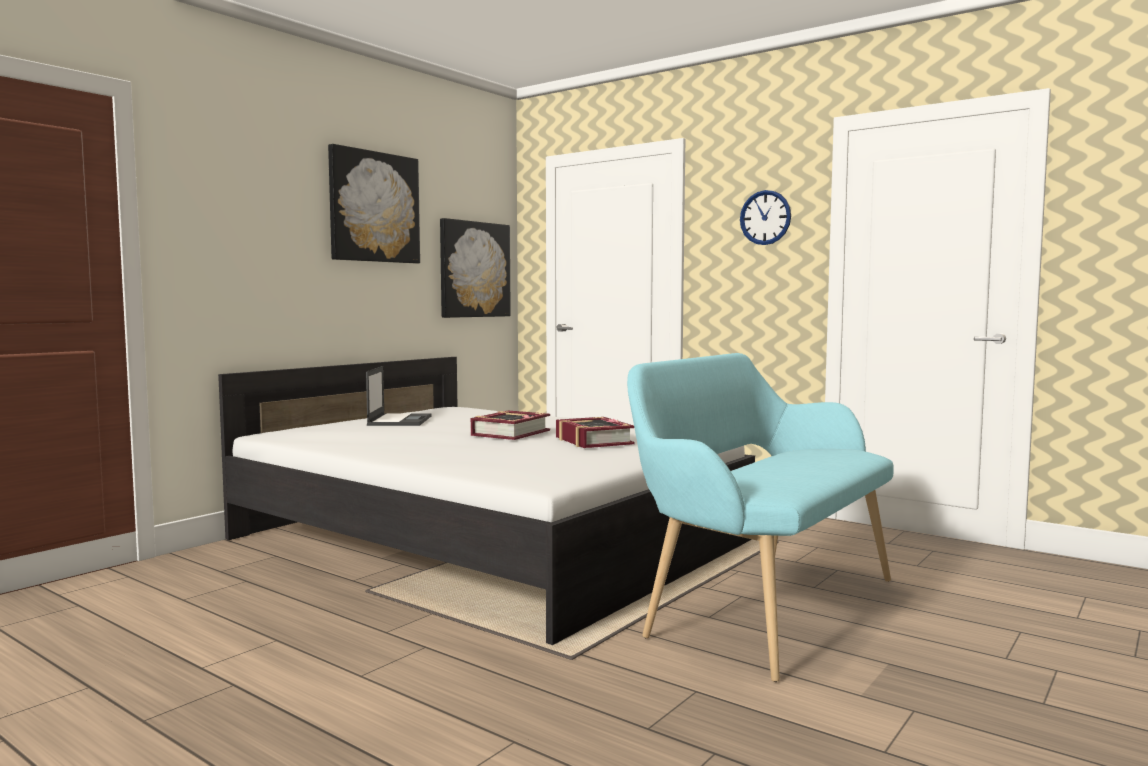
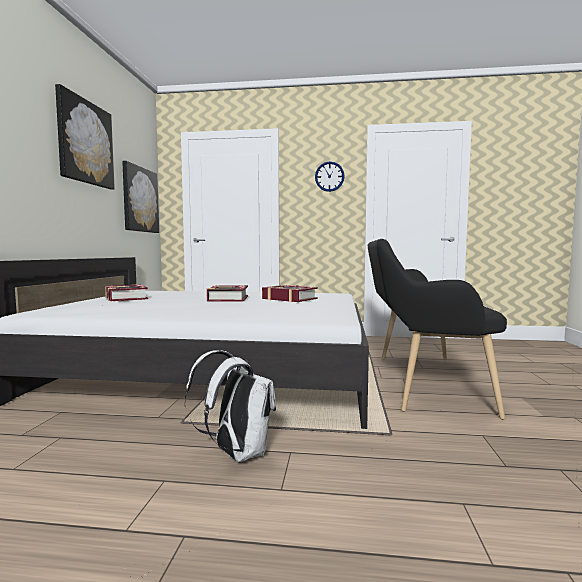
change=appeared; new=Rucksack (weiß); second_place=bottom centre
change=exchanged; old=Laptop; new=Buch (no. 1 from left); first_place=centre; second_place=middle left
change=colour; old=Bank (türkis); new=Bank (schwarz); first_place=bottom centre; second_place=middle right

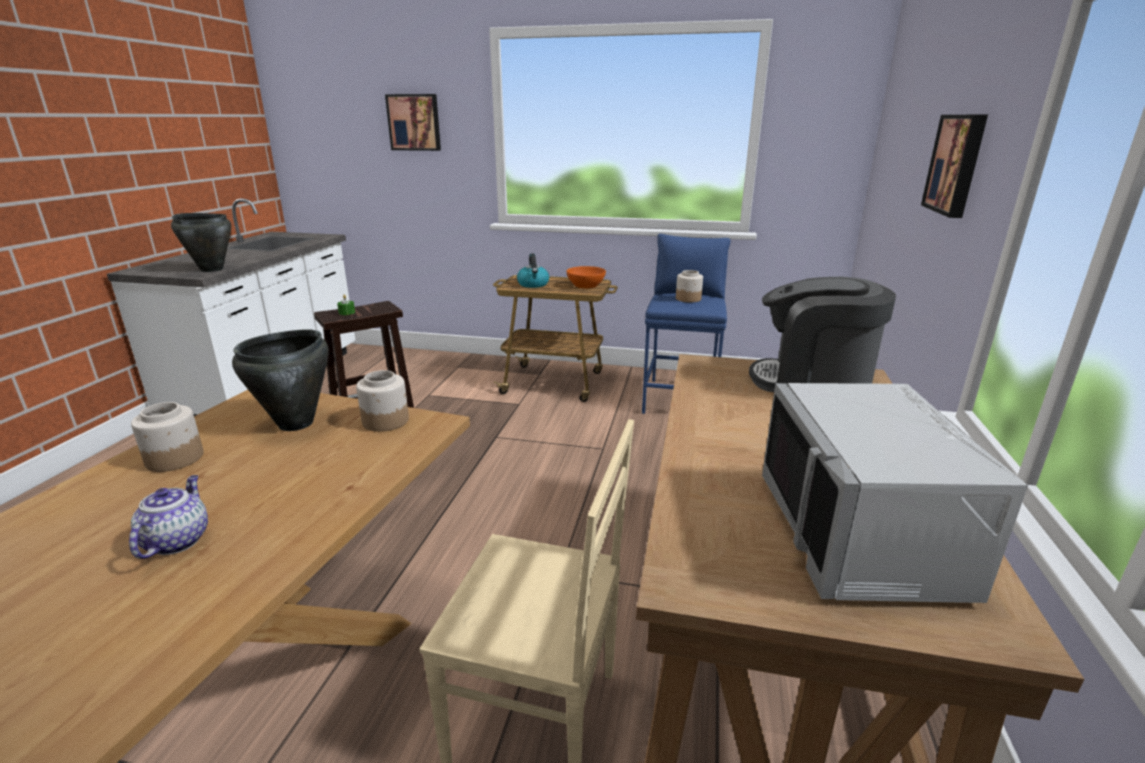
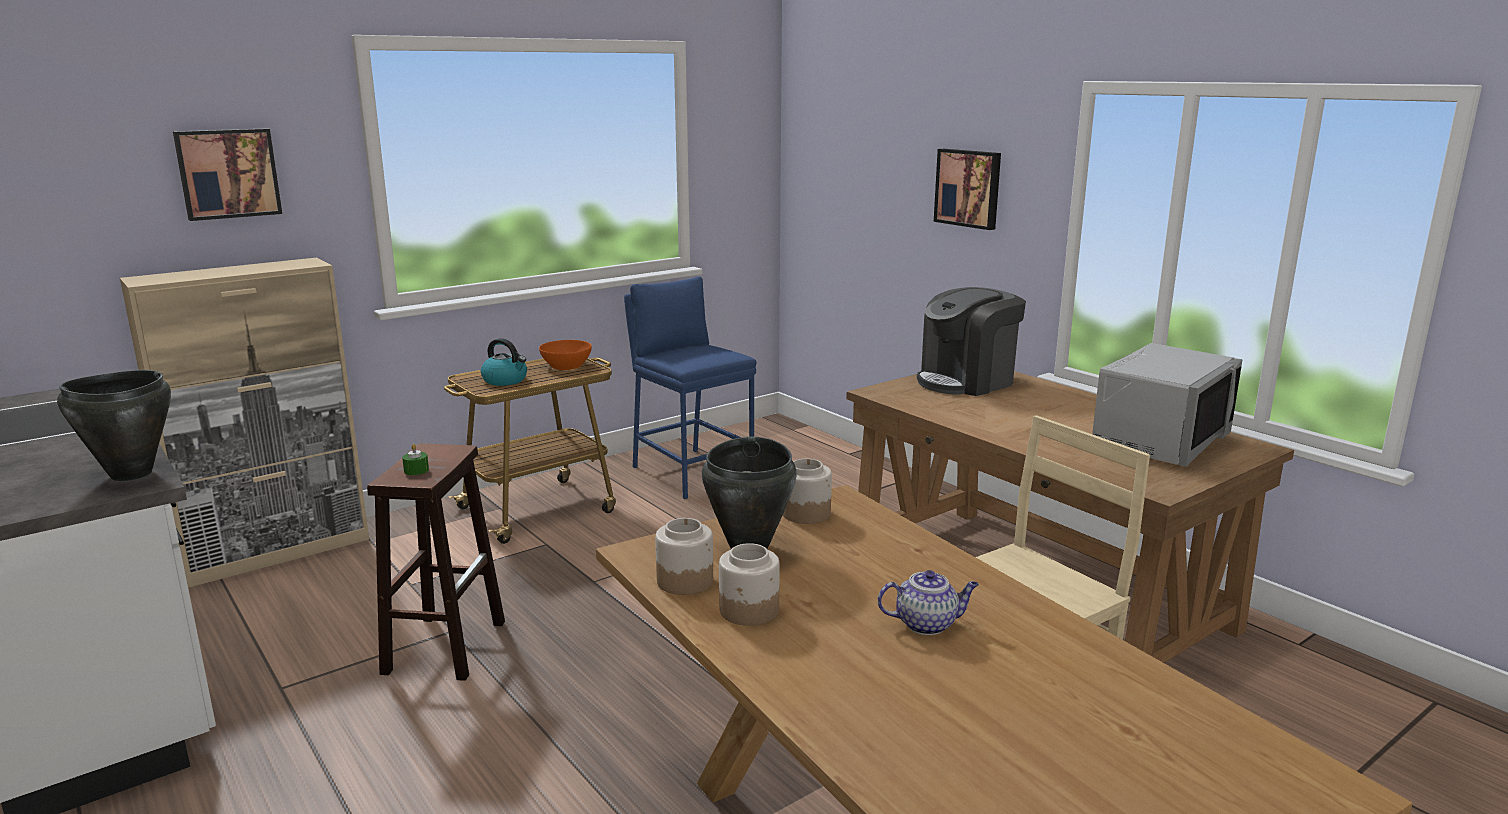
change=appeared; new=Schrank (beige); second_place=middle left
change=relocated; old=Vorratsglas (no. 3 from left in the first image); new=Vorratsglas (no. 1 from left); first_place=centre; second_place=bottom centre
change=spun; old=Teekanne; first_place=bottom left; second_place=bottom centre; degrees=135
change=spun; old=Mikrowelle (grau); first_place=middle right; second_place=middle right; degrees=-90

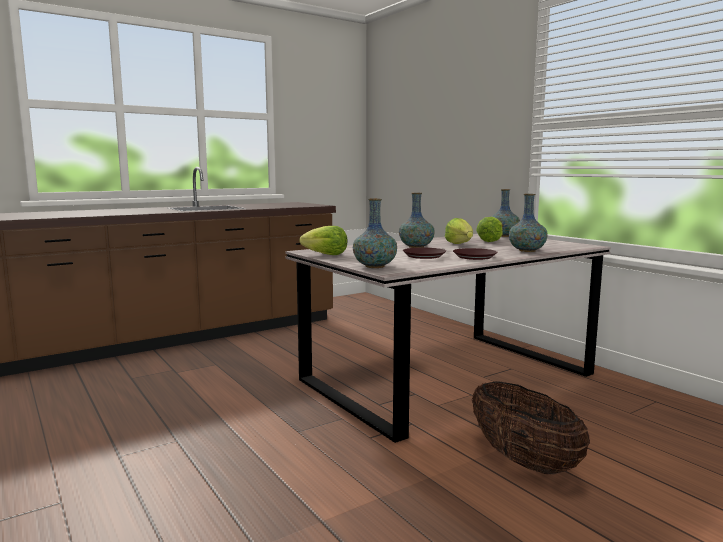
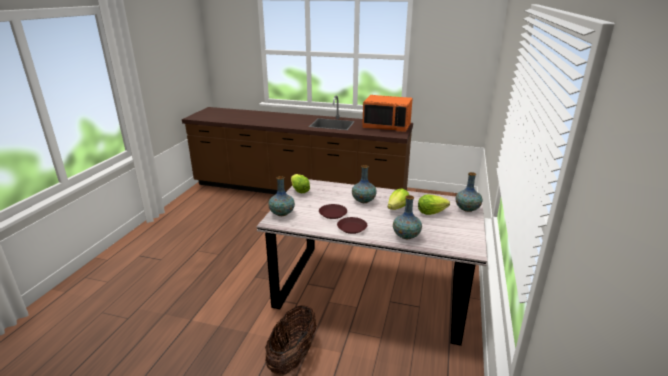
change=appeared; new=Mikrowelle (orange); second_place=top centre

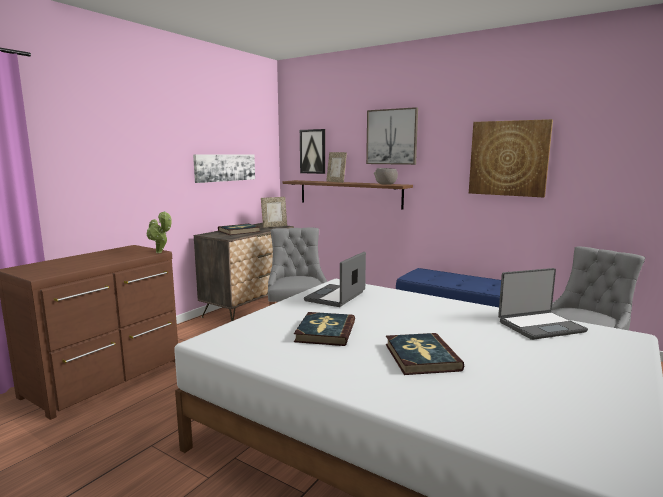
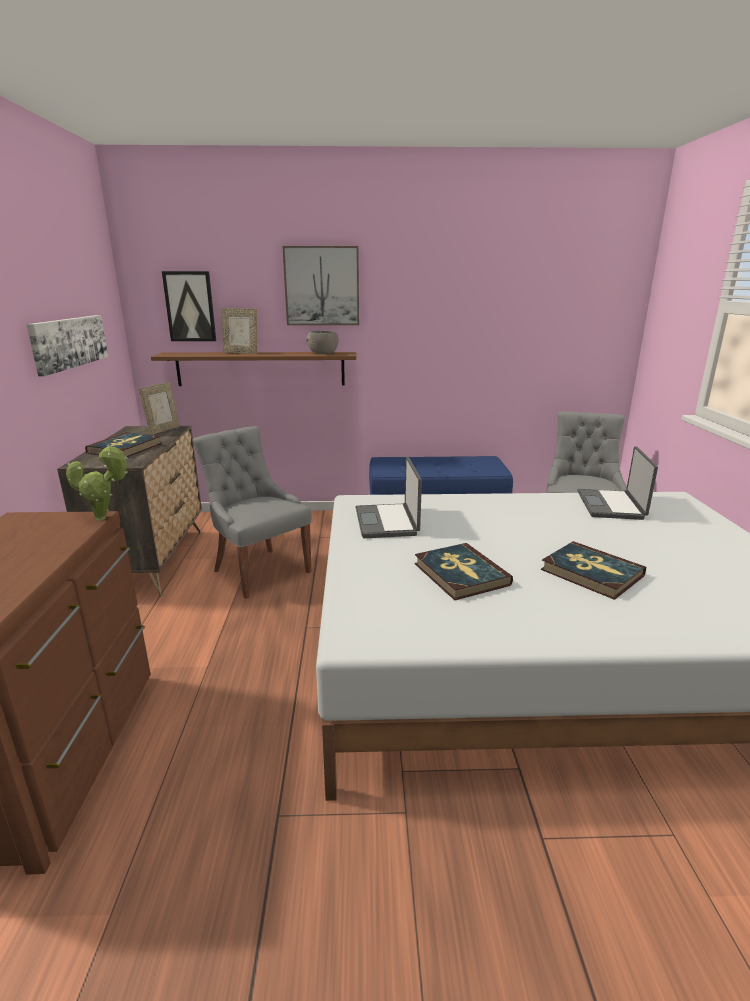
change=missing; old=Bild (no. 4 from left); first_place=top right
change=spun; old=Laptop (no. 2 from left); first_place=middle right; second_place=middle right; degrees=150

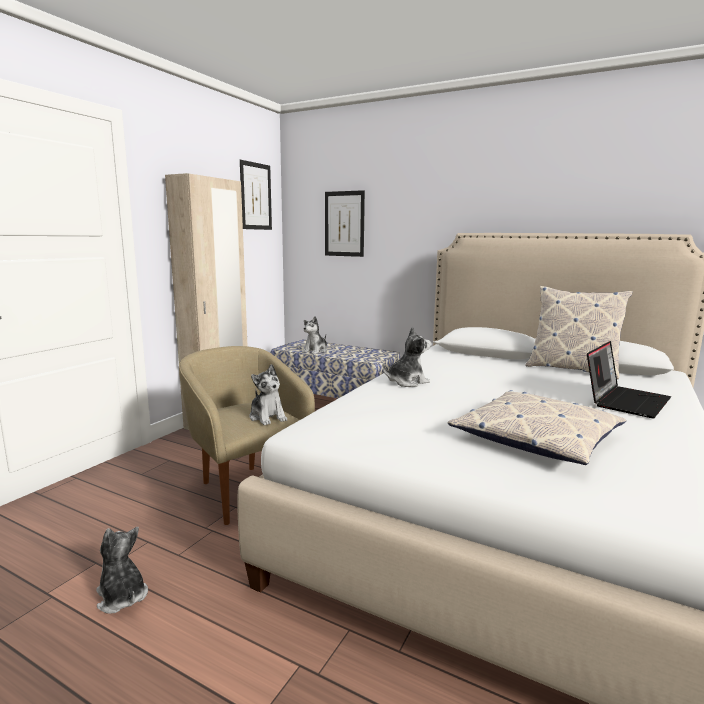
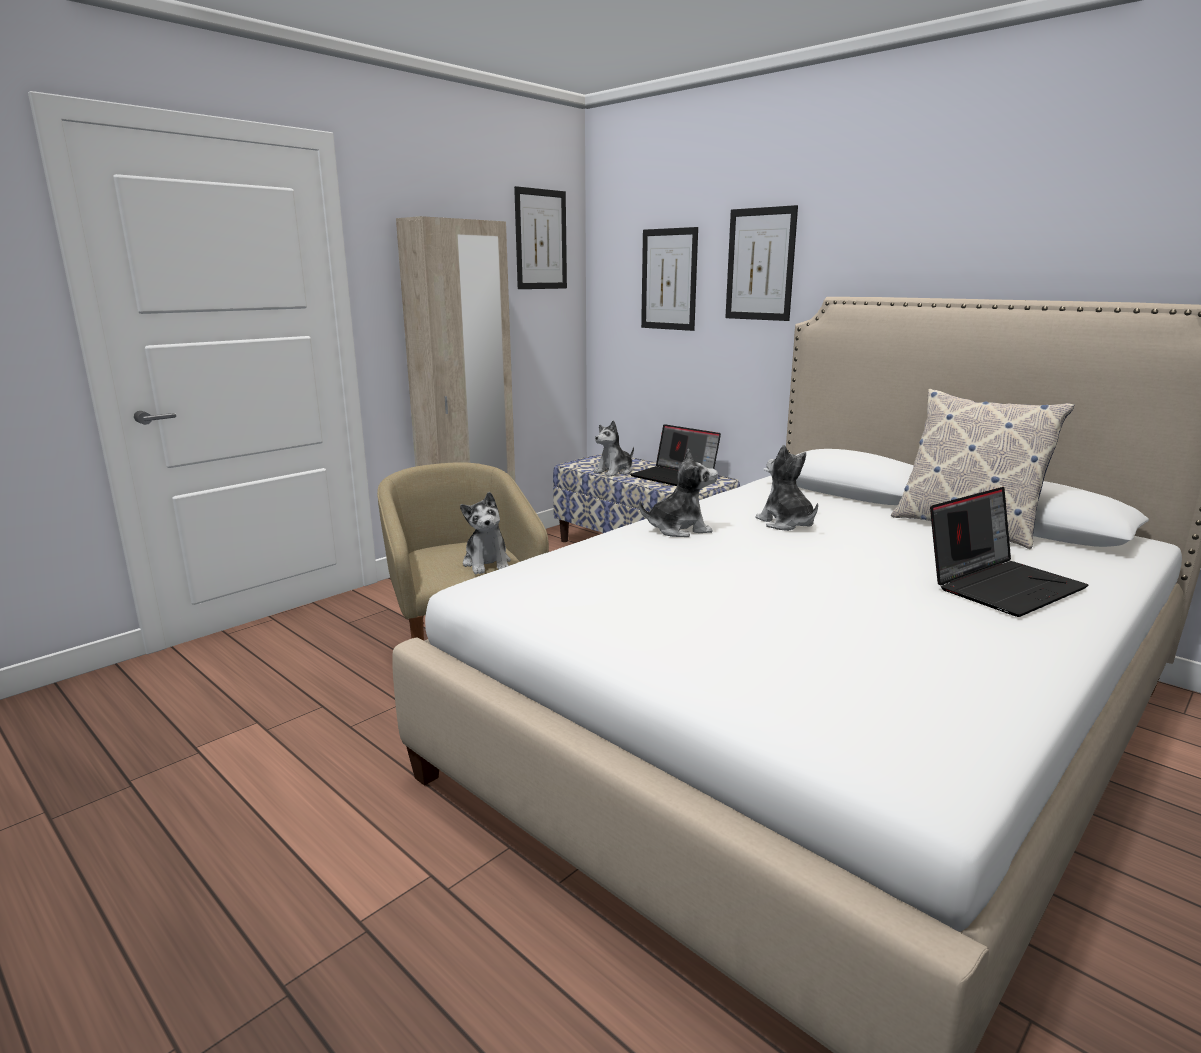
change=missing; old=Kissen (no. 1 from left); first_place=middle right
change=appeared; new=Laptop (no. 1 from left); second_place=centre
change=appeared; new=Bild (no. 3 from left); second_place=top centre
change=relocated; old=Plüschtier (no. 1 from left in the first image); new=Plüschtier (no. 4 from left); first_place=bottom left; second_place=centre

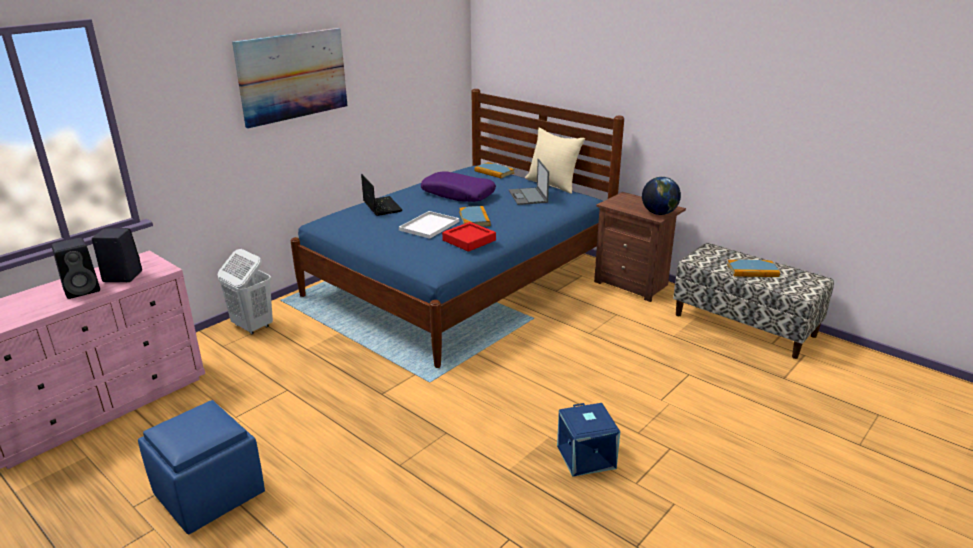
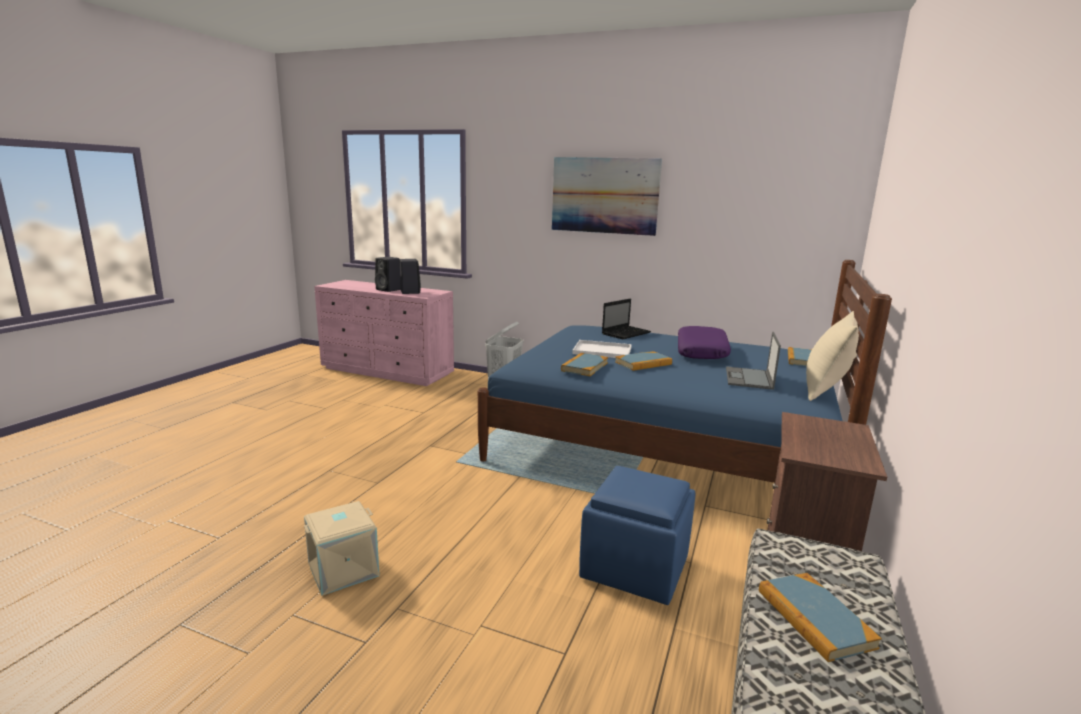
change=missing; old=Globus; first_place=middle right
change=relocated; old=Polsterhocker (blau); first_place=bottom left; second_place=bottom centre
change=exchanged; old=Tablett (rot); new=Buch (no. 1 from left); first_place=centre; second_place=centre
change=colour; old=Aufbewahrungsbox (blau); new=Aufbewahrungsbox (beige); first_place=bottom centre; second_place=bottom left
change=spun; old=Laptop (no. 2 from left); first_place=top centre; second_place=middle right; degrees=-45

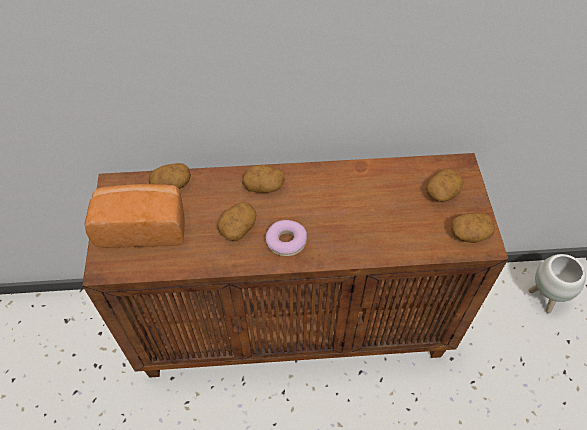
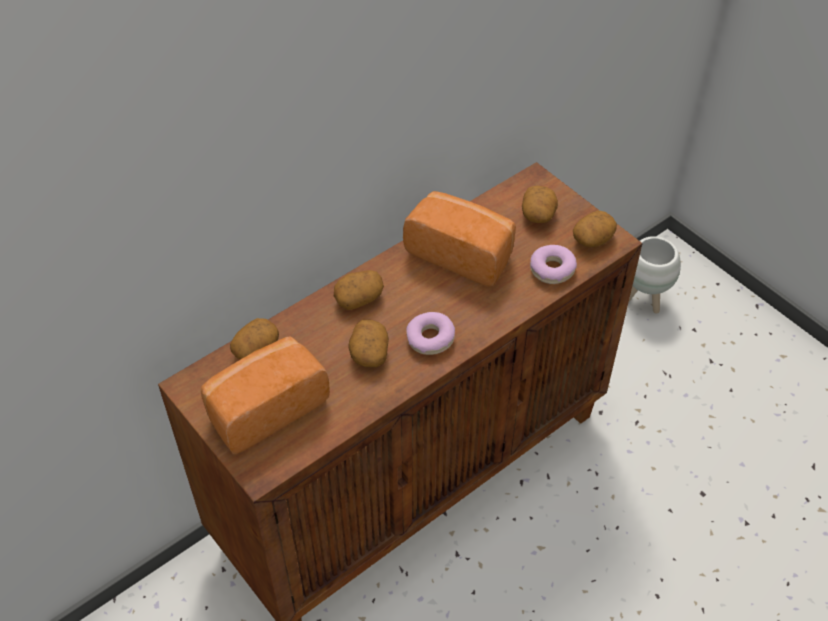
change=appeared; new=Brot (no. 2 from left); second_place=centre
change=appeared; new=Donut (no. 2 from left); second_place=middle right

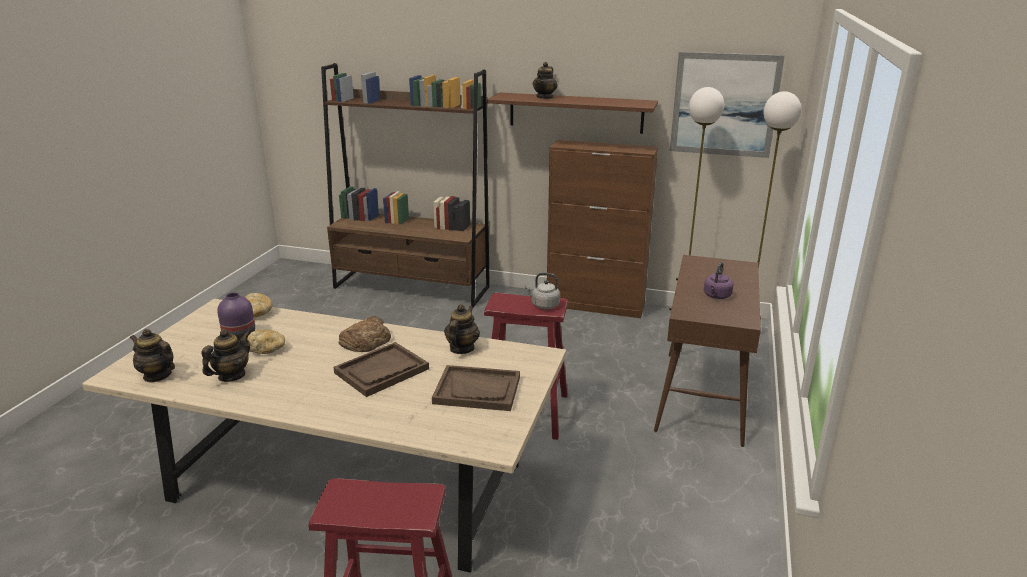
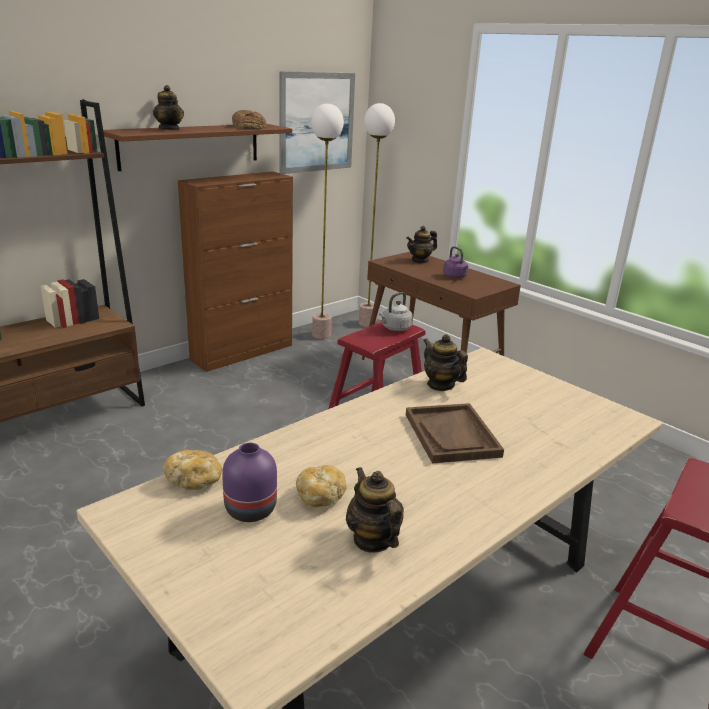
change=missing; old=Tablett (braun) (no. 2 from left); first_place=bottom centre
change=relocated; old=Teekanne (no. 1 from left in the first image); new=Teekanne (no. 3 from left); first_place=middle left; second_place=centre
change=relocated; old=Brot (no. 3 from left in the first image); new=Brot (no. 2 from left); first_place=centre; second_place=top centre

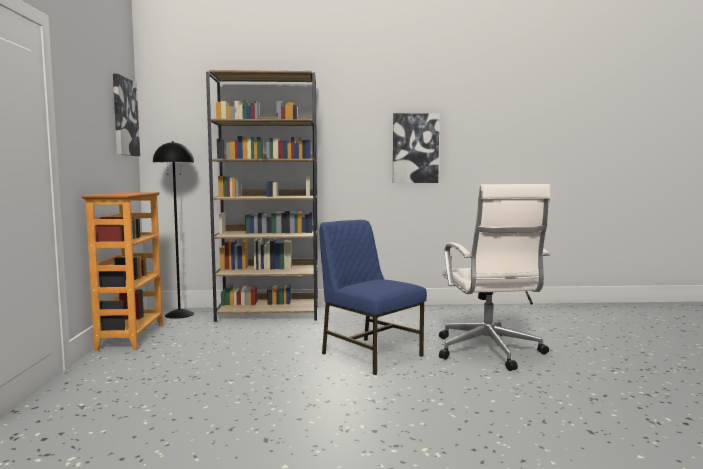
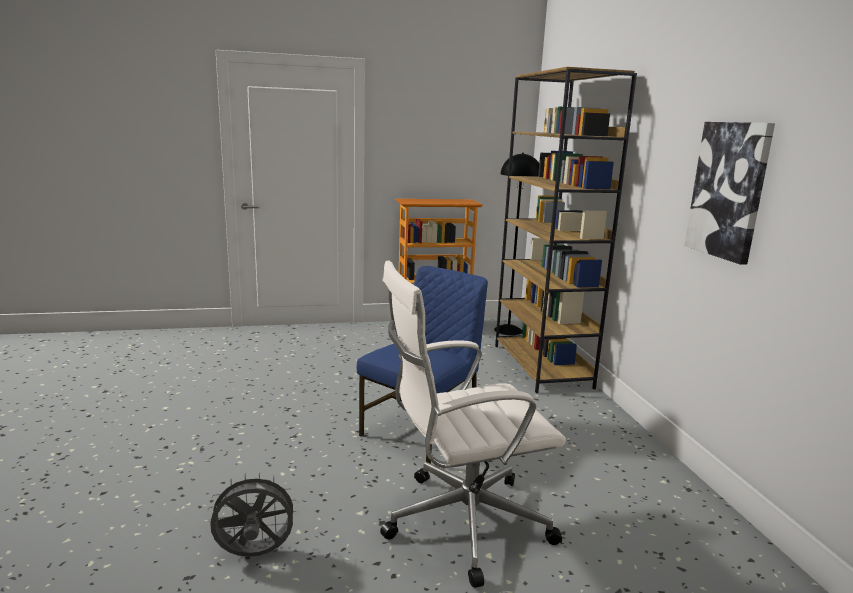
change=missing; old=Bild (no. 1 from left); first_place=top left
change=appeared; new=Ventilator (grau); second_place=bottom left

